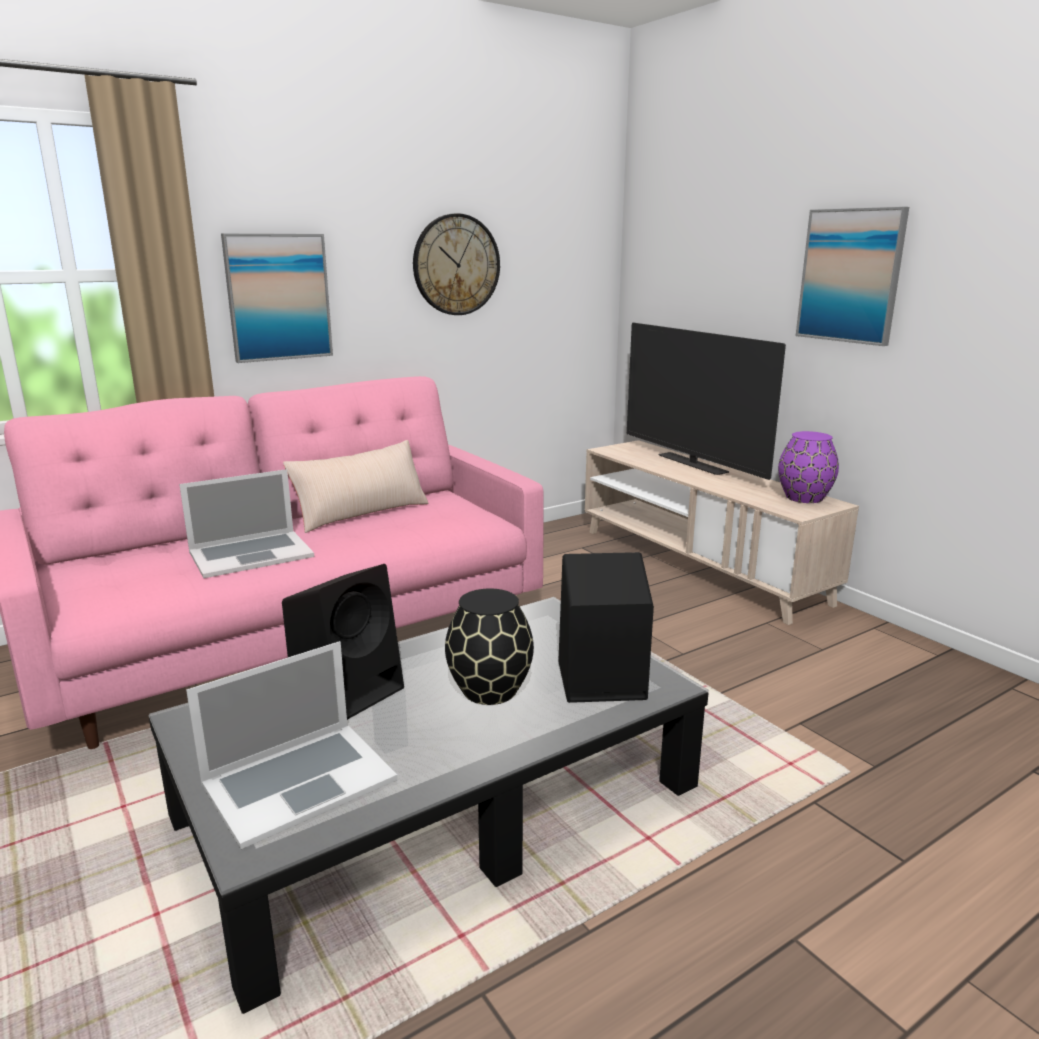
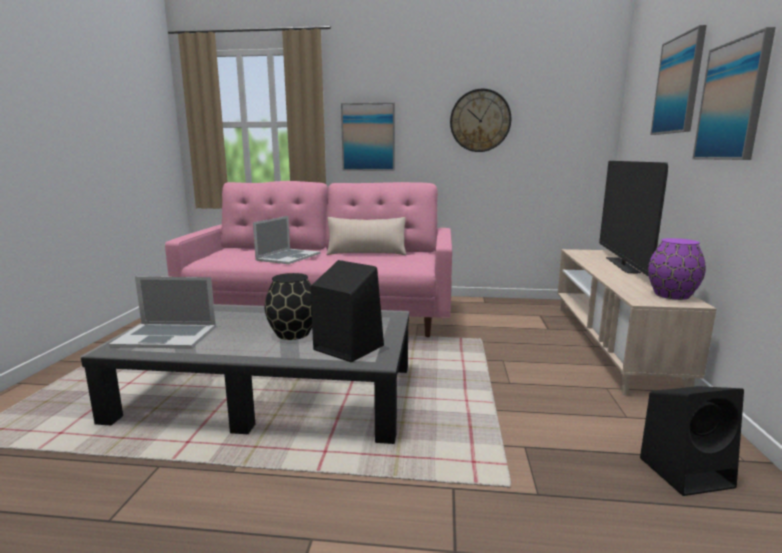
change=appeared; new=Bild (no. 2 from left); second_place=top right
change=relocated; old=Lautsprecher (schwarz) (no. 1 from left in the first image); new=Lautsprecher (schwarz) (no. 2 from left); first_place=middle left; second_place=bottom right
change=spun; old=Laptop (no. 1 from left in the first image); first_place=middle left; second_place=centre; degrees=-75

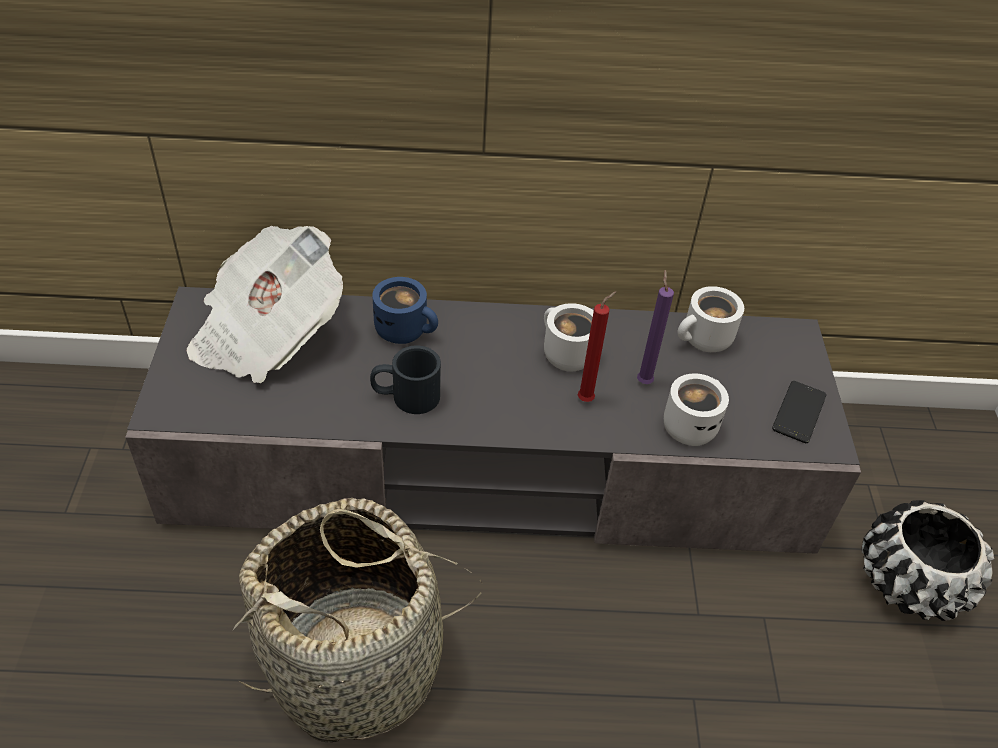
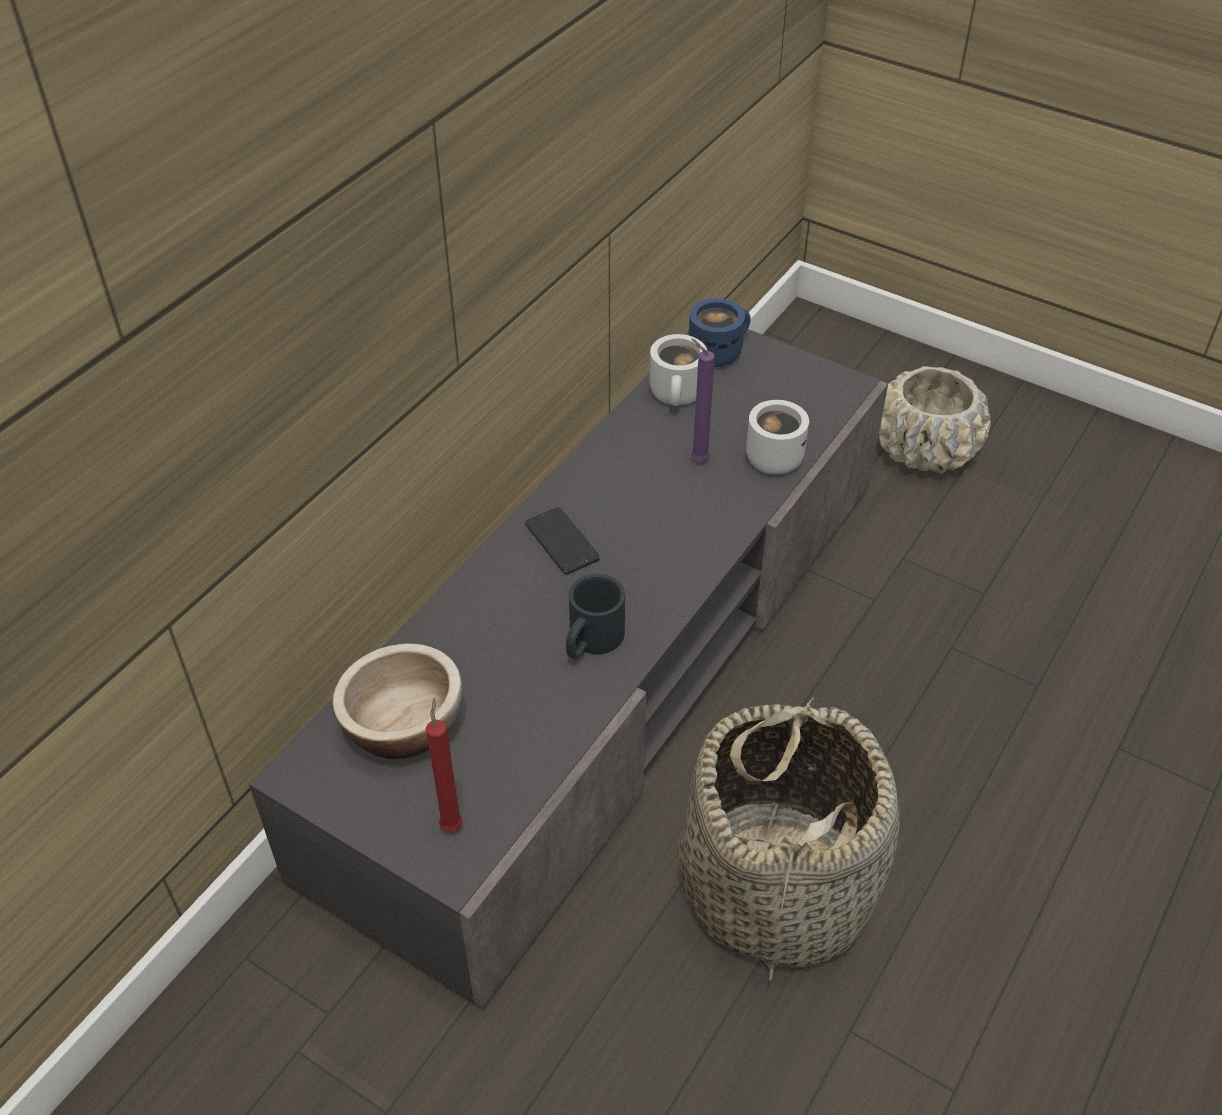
change=missing; old=Henkelbecher (weiß) (no. 1 from left); first_place=centre
change=relocated; old=Henkelbecher (blau); first_place=centre; second_place=top centre
change=relocated; old=Kerze (rot); first_place=centre; second_place=bottom centre
change=relocated; old=Handy; first_place=middle right; second_place=centre
change=exchanged; old=Zeitung; new=Schüssel; first_place=middle left; second_place=middle left
change=colour; old=Pflanzkübel (schwarz); new=Pflanzkübel (beige); first_place=bottom right; second_place=middle right

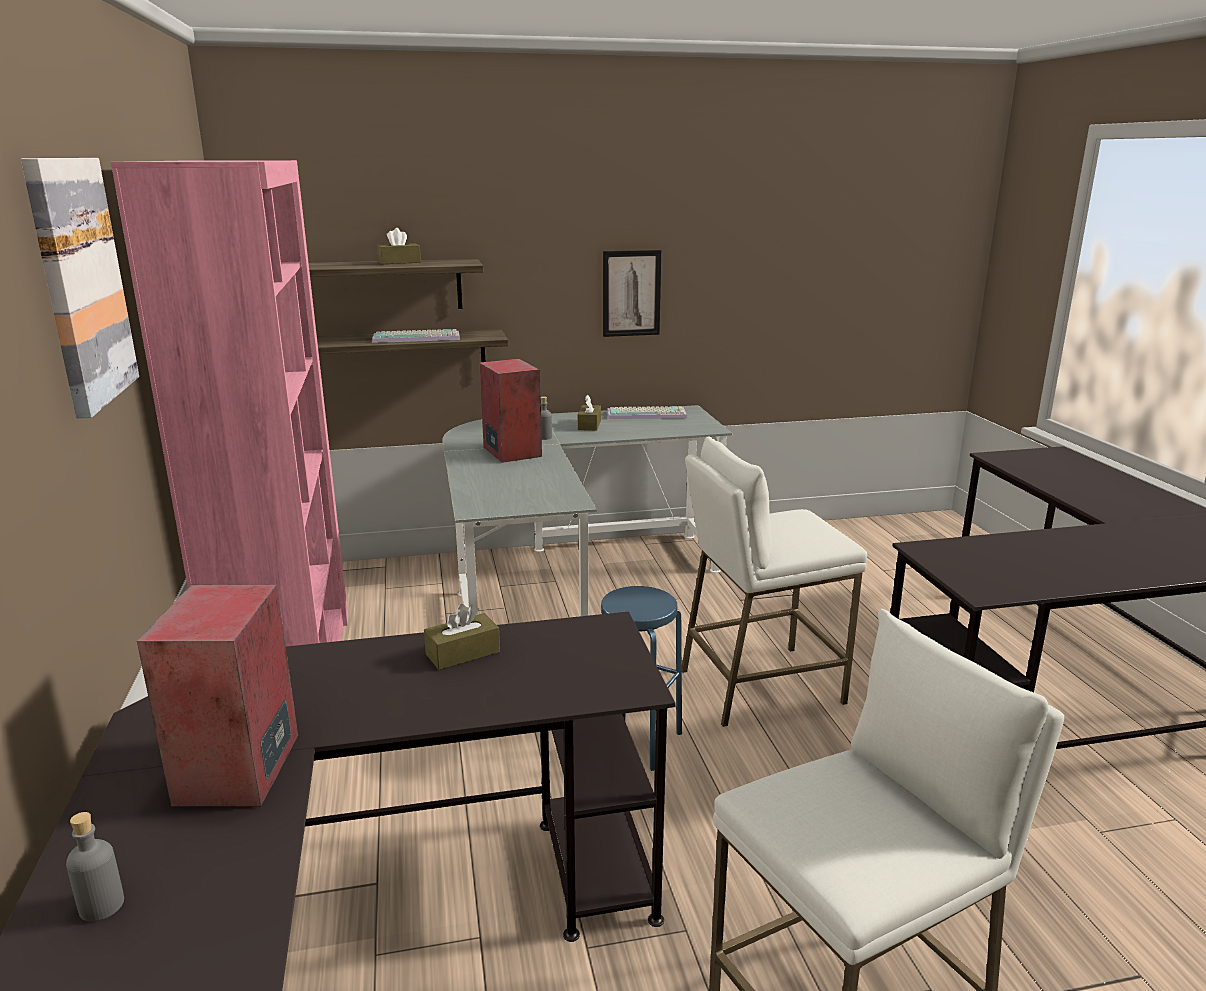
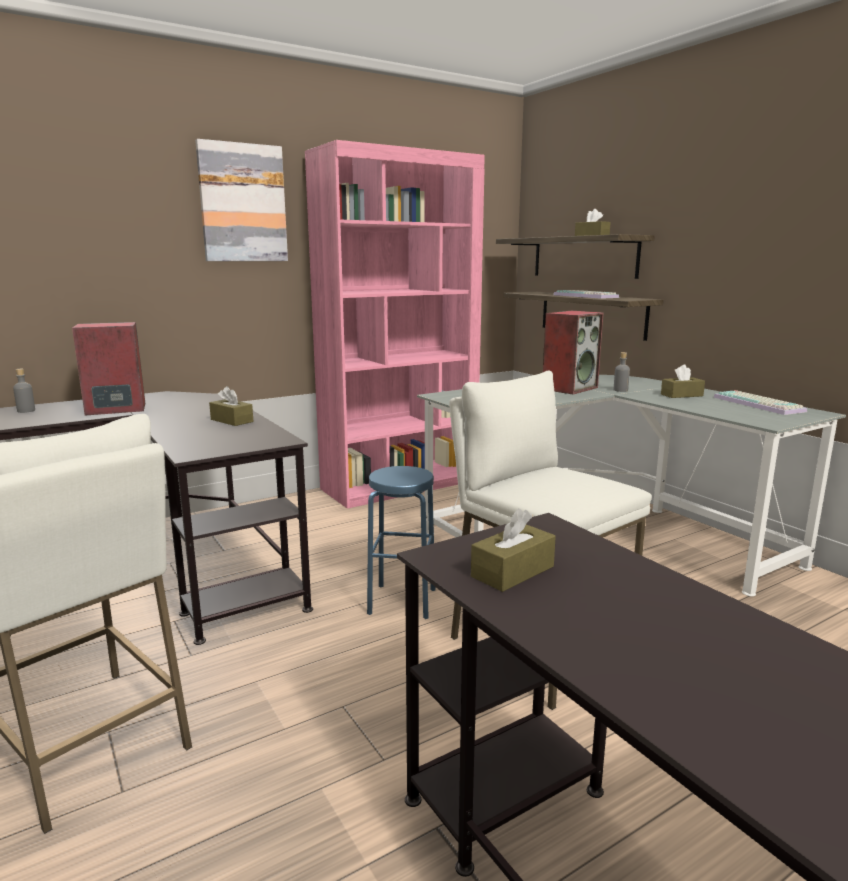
change=missing; old=Bild (no. 2 from left); first_place=top centre
change=appeared; new=Taschentuchbox (braun) (no. 2 from left); second_place=centre

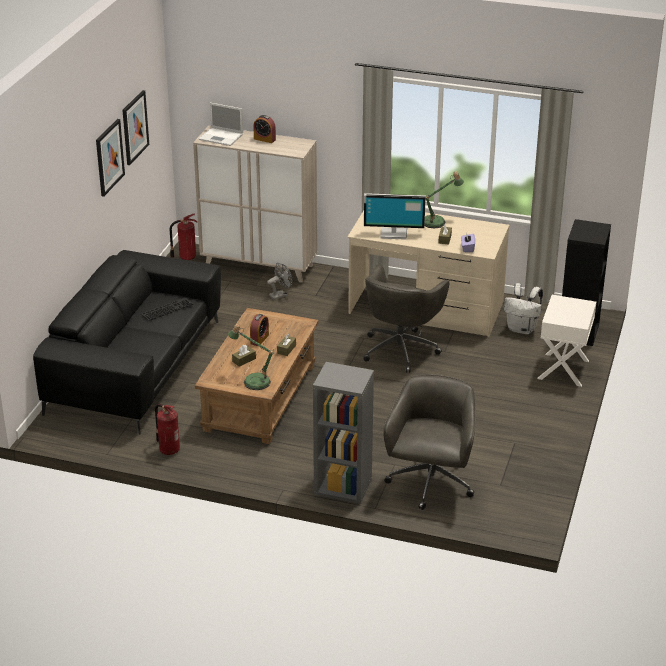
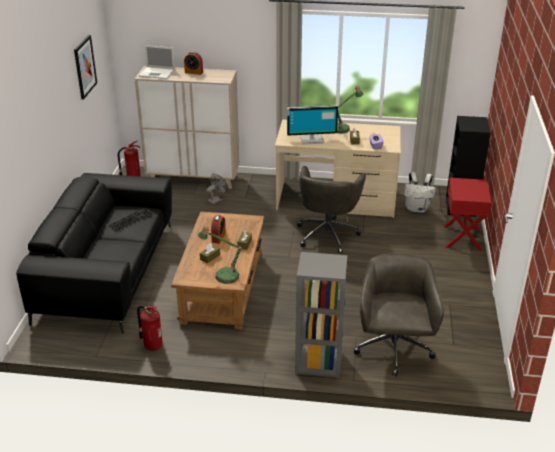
change=missing; old=Bild (no. 1 from left); first_place=top left
change=colour; old=Nachttisch (weiß); new=Nachttisch (rot); first_place=middle right; second_place=middle right

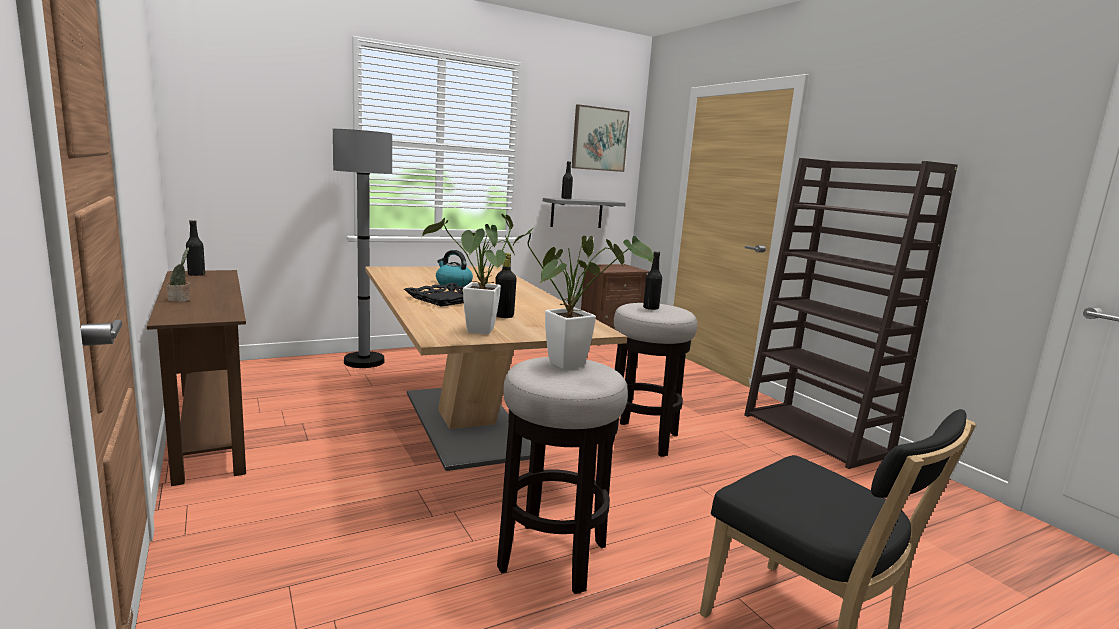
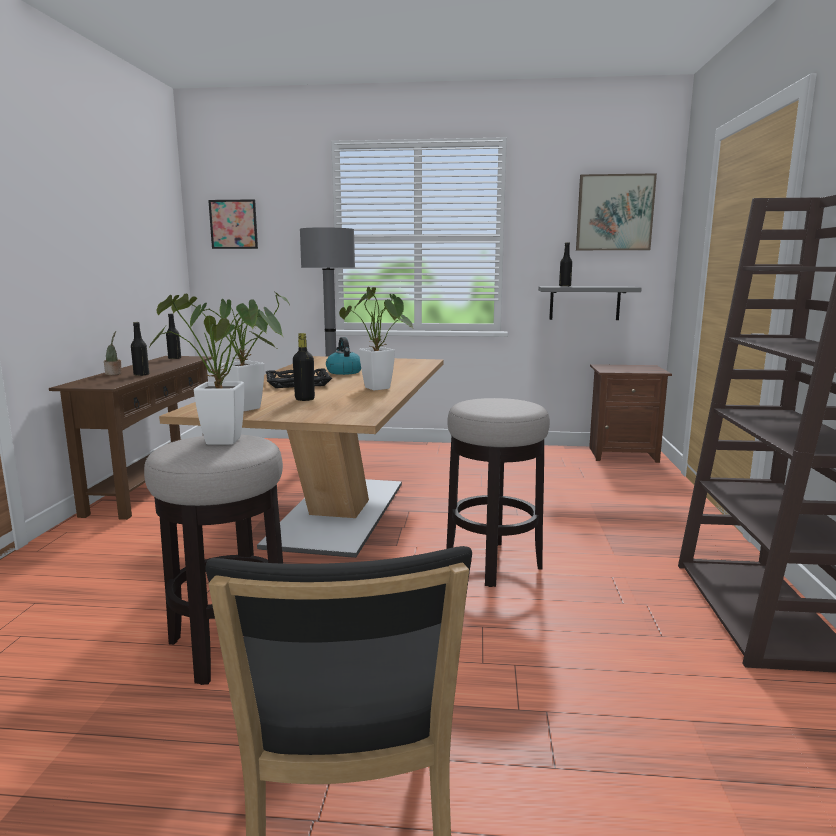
change=appeared; new=Bild (no. 1 from left); second_place=top left
change=appeared; new=Topfpflanze (no. 4 from left); second_place=centre
change=relocated; old=Flasche (schwarz) (no. 4 from left in the first image); new=Flasche (schwarz) (no. 1 from left); first_place=centre; second_place=middle left

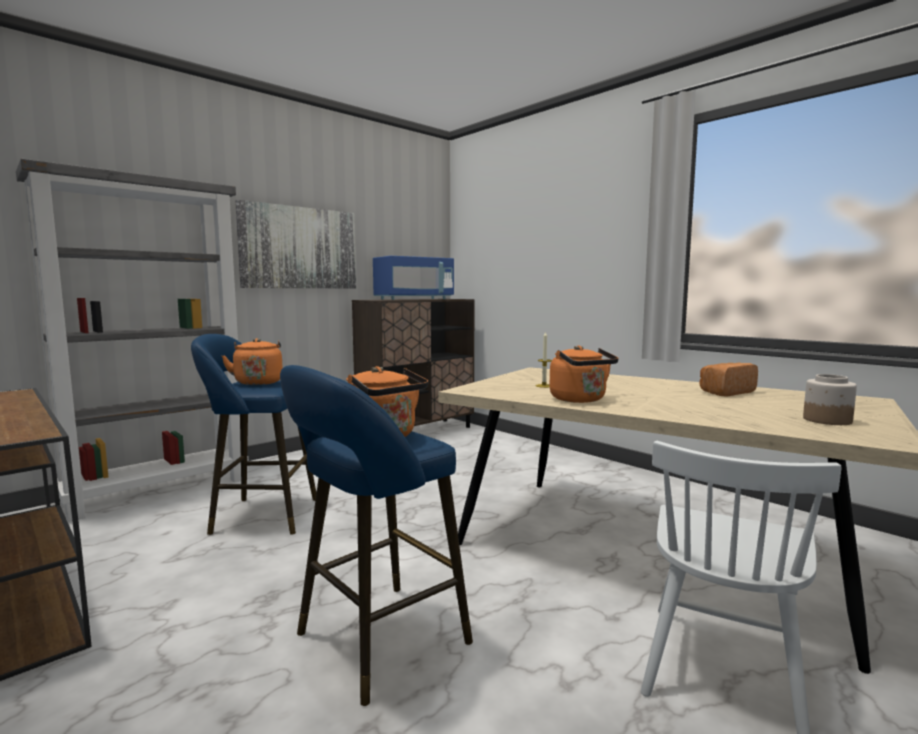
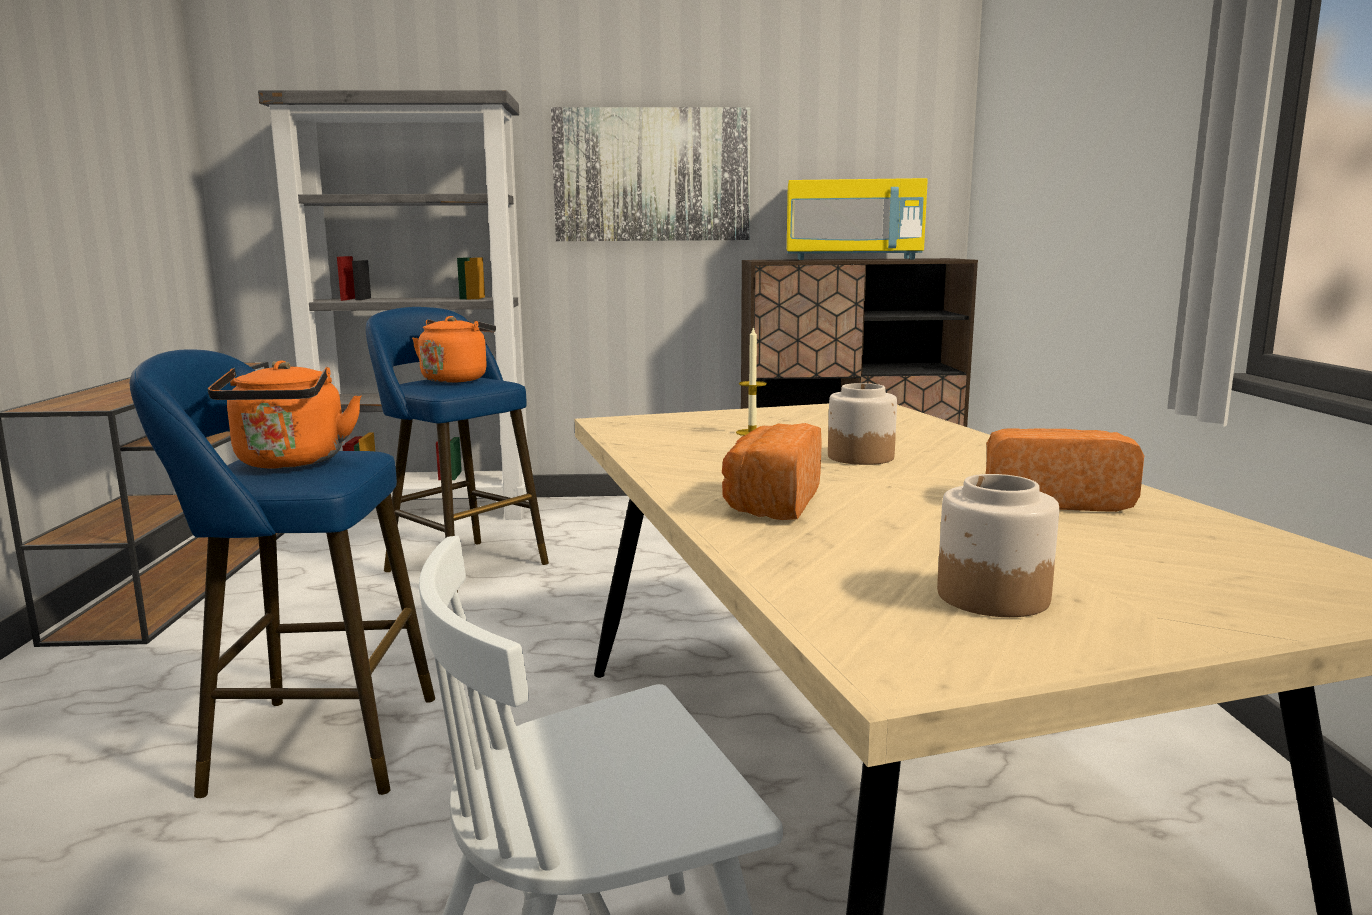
change=missing; old=Wasserkessel (orange) (no. 3 from left); first_place=centre
change=appeared; new=Brot (no. 1 from left); second_place=centre
change=appeared; new=Vorratsglas (no. 1 from left); second_place=centre
change=colour; old=Mikrowelle (blau); new=Mikrowelle (gelb); first_place=centre; second_place=top centre

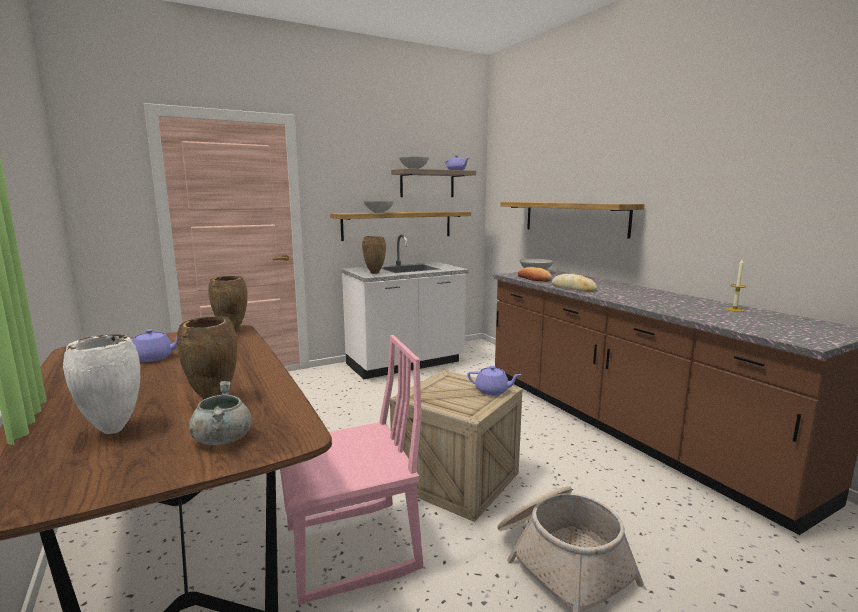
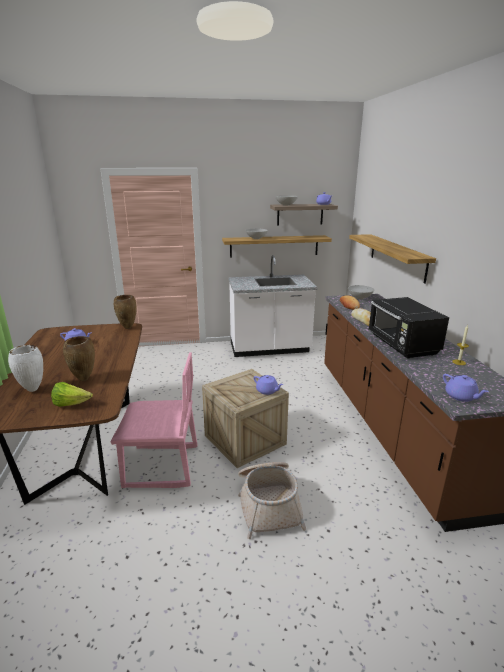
change=missing; old=Vase (braun) (no. 3 from left); first_place=centre
change=appeared; new=Mikrowelle (schwarz); second_place=middle right
change=appeared; new=Teekanne (lila) (no. 4 from left); second_place=middle right
change=exchanged; old=Kochtopf (grau); new=Salatkopf; first_place=bottom left; second_place=middle left

